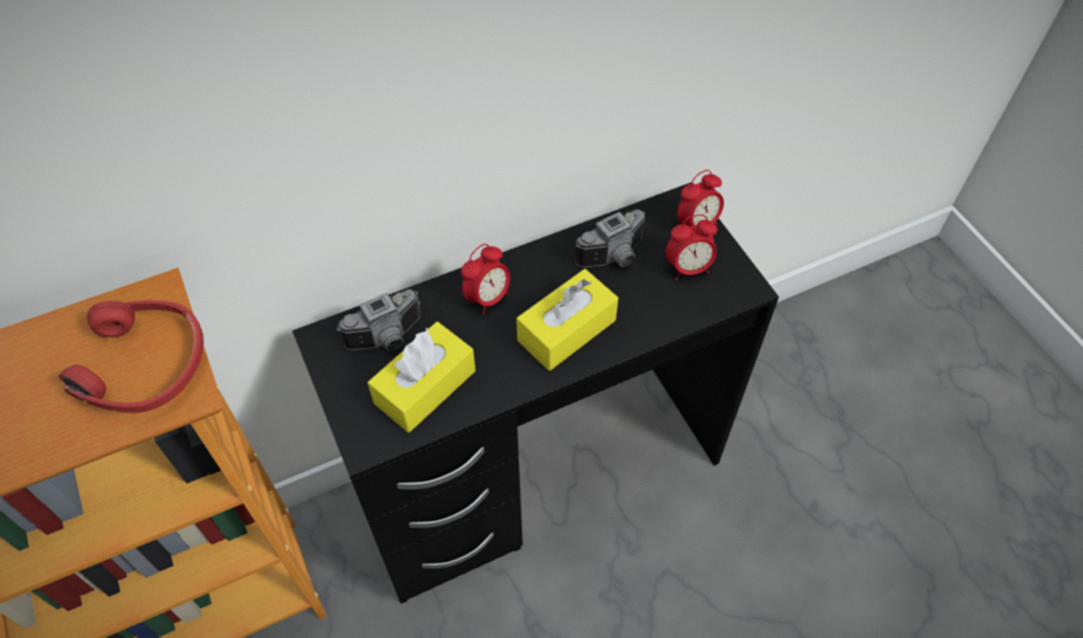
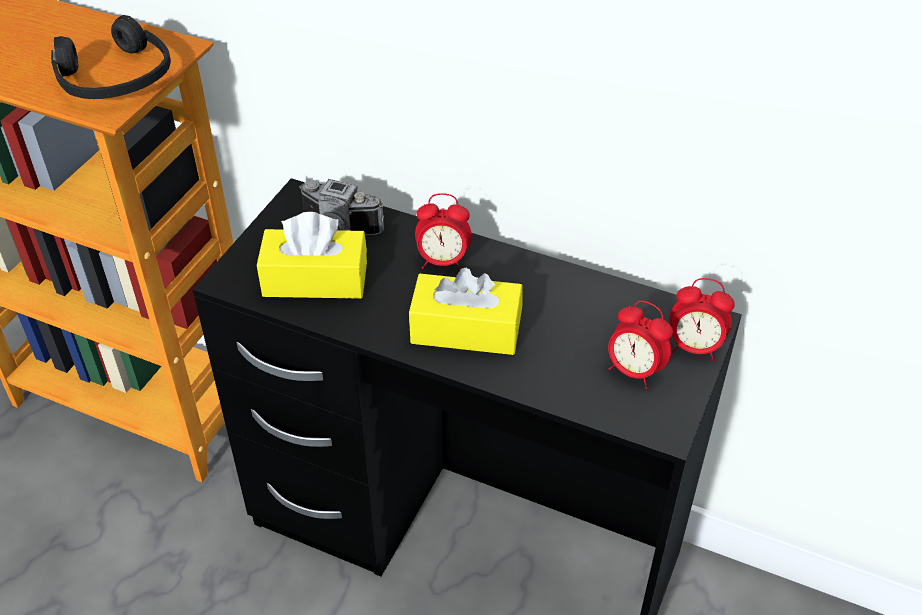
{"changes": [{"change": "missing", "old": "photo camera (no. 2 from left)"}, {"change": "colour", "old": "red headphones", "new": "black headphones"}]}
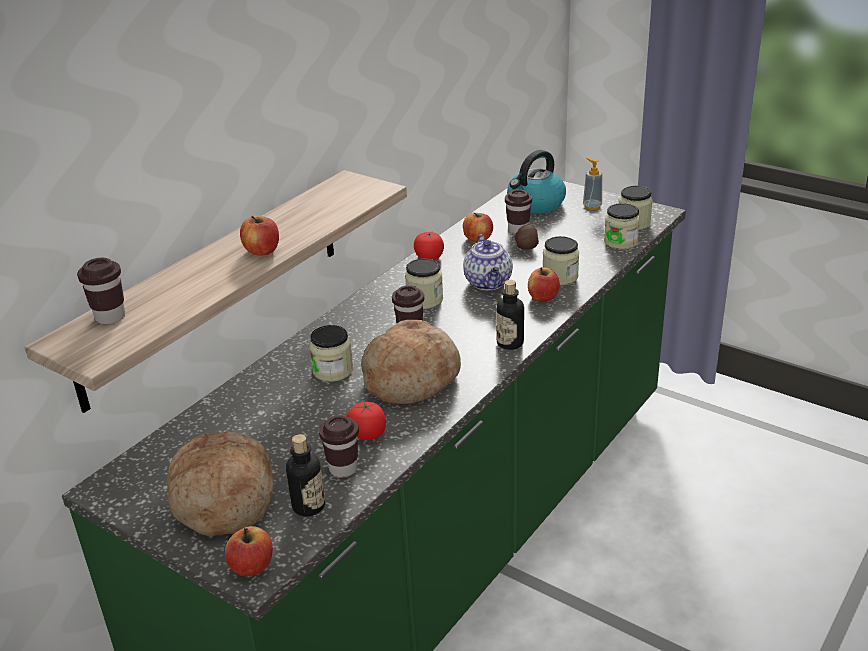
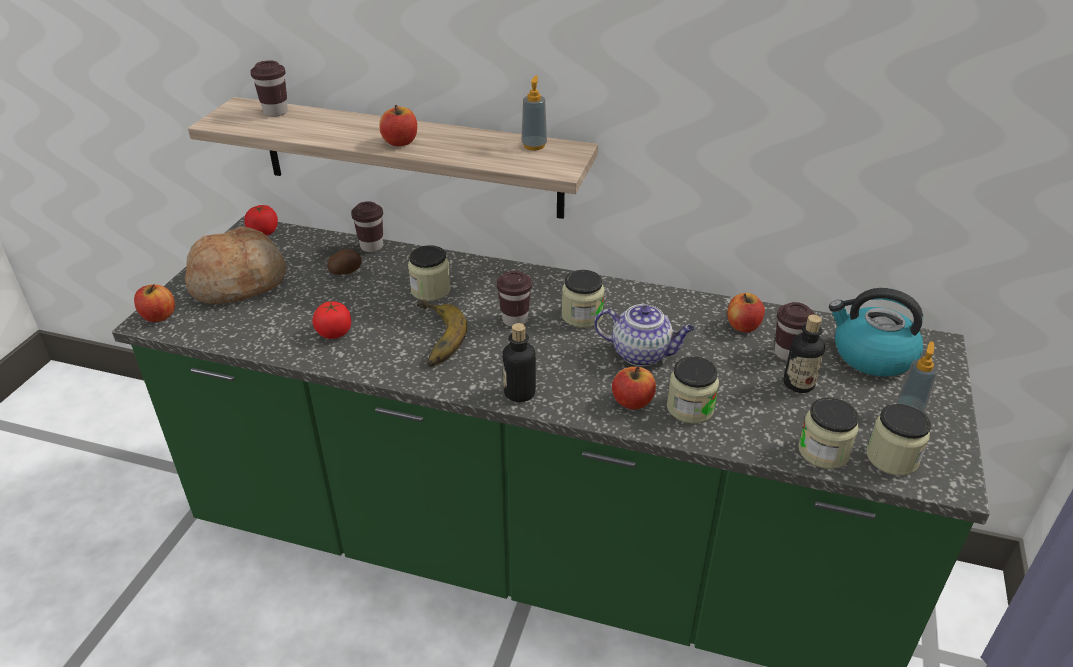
{"changes": [{"change": "relocated", "old": "potato"}, {"change": "relocated", "old": "tomato (no. 2 from left in the first image)", "new": "tomato (no. 1 from left)"}, {"change": "spun", "old": "teapot", "degrees": -135}, {"change": "exchanged", "old": "bread (no. 2 from left)", "new": "banana"}, {"change": "relocated", "old": "brown cup (no. 2 from left)"}, {"change": "relocated", "old": "bottle (no. 1 from left in the first image)", "new": "bottle (no. 2 from left)"}, {"change": "appeared", "new": "soap dispenser (no. 1 from left)"}]}
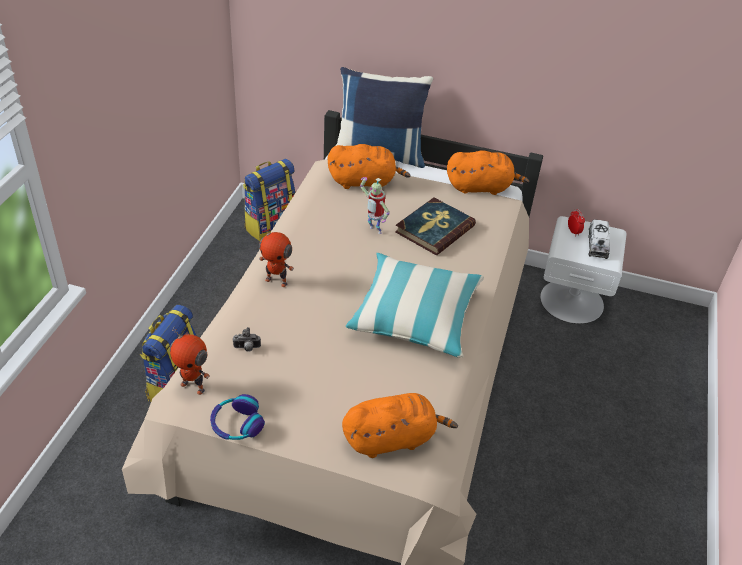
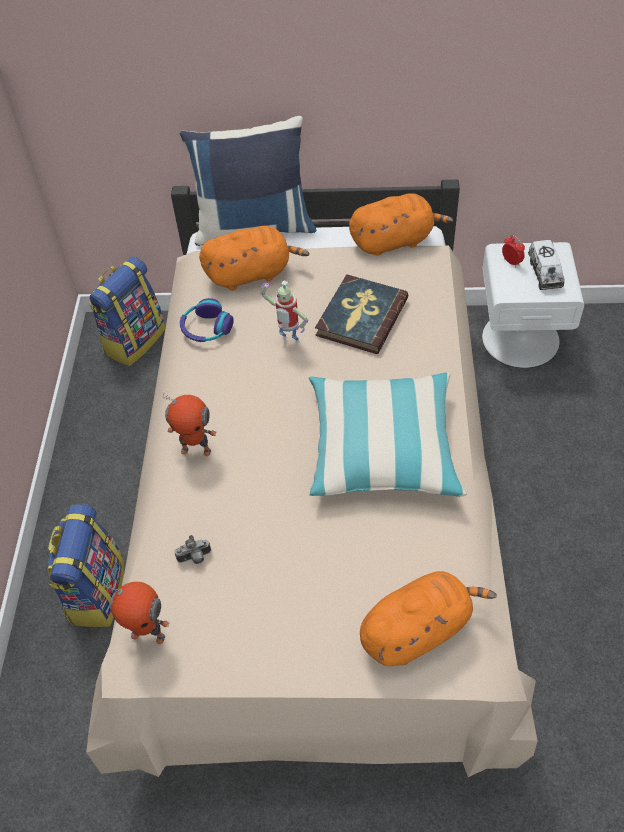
{"changes": [{"change": "relocated", "old": "headphones"}]}
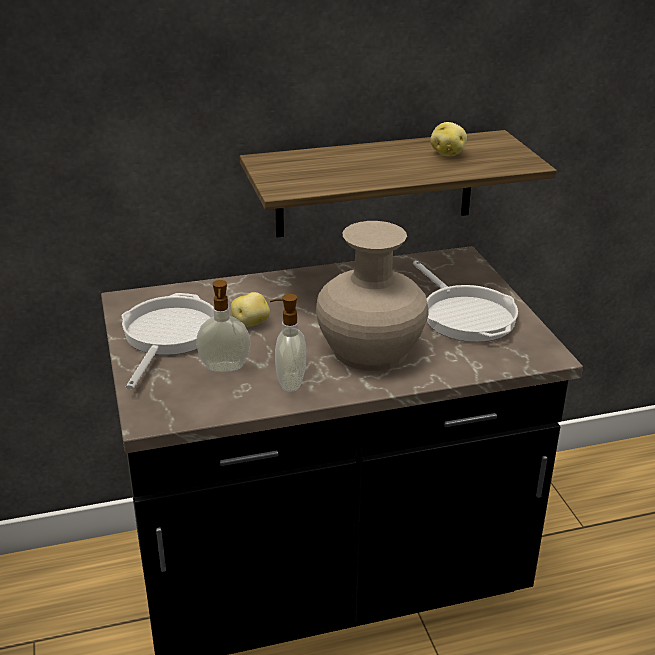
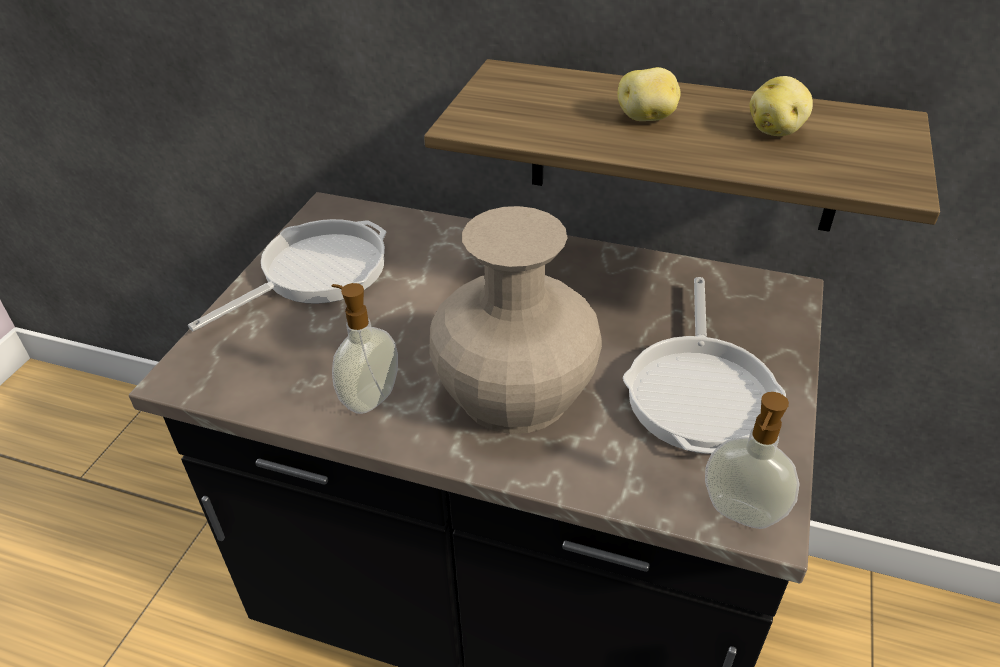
{"changes": [{"change": "relocated", "old": "soap dispenser (no. 1 from left in the first image)", "new": "soap dispenser (no. 2 from left)"}, {"change": "relocated", "old": "potato (no. 1 from left)"}]}
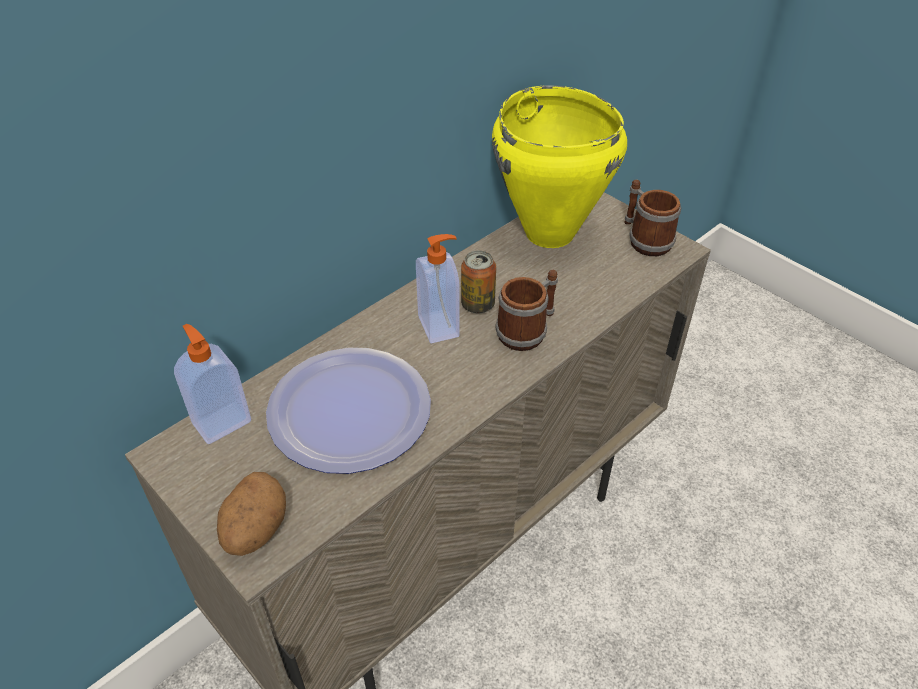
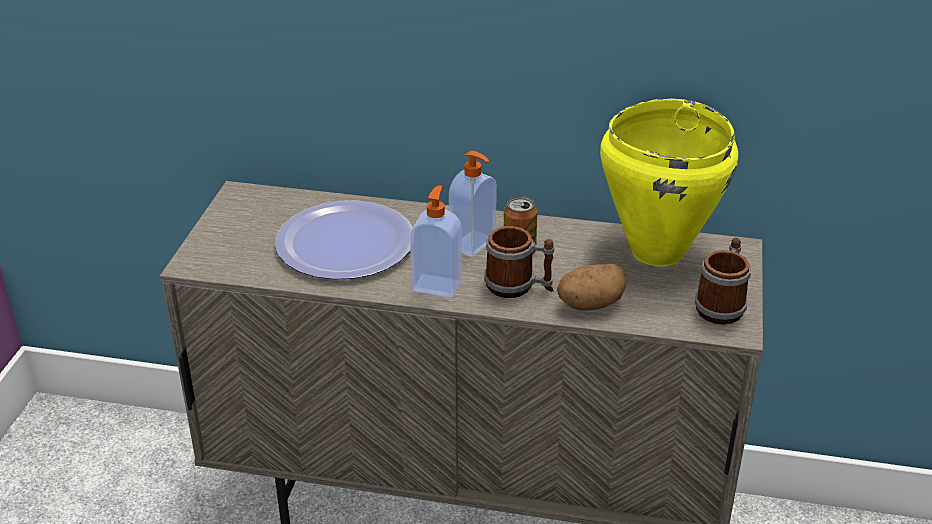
{"changes": [{"change": "relocated", "old": "soap dispenser (no. 1 from left)"}, {"change": "relocated", "old": "potato"}]}
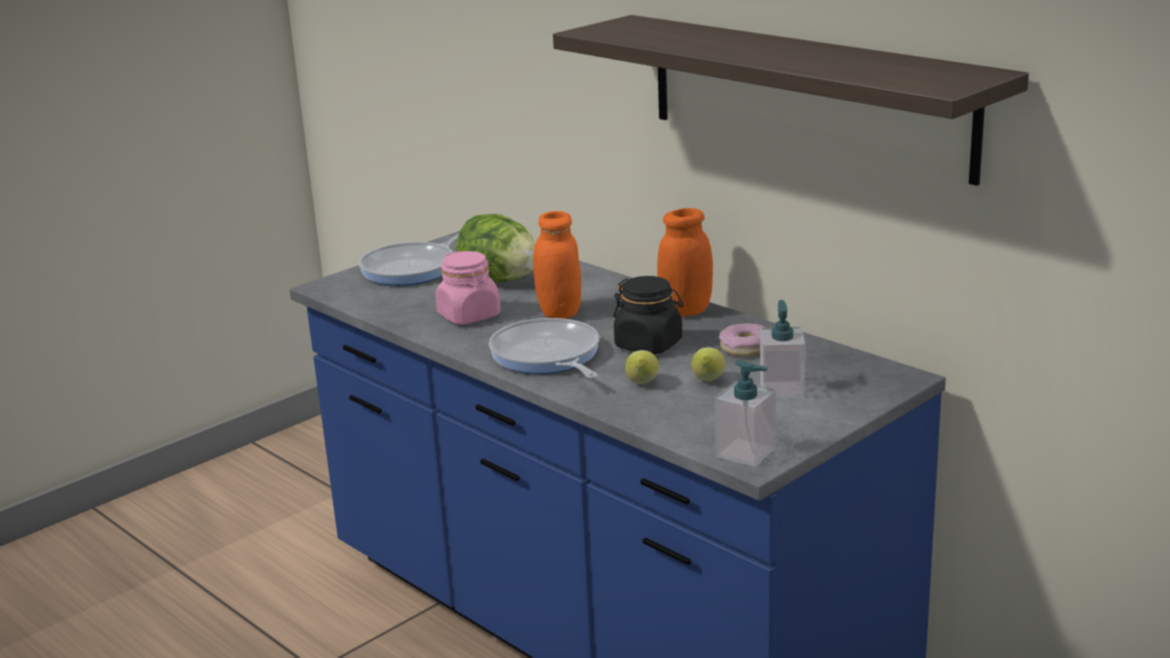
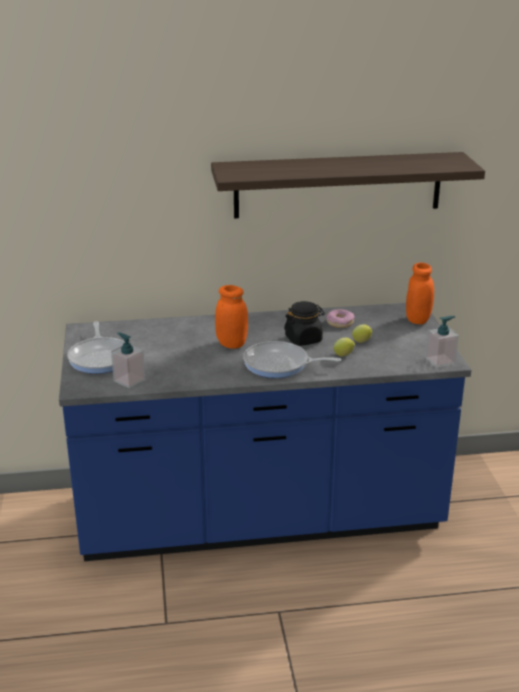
{"changes": [{"change": "relocated", "old": "orange jar (no. 2 from left)"}, {"change": "missing", "old": "lettuce"}, {"change": "missing", "old": "pink jar"}, {"change": "relocated", "old": "soap dispenser (no. 2 from left in the first image)", "new": "soap dispenser (no. 1 from left)"}]}
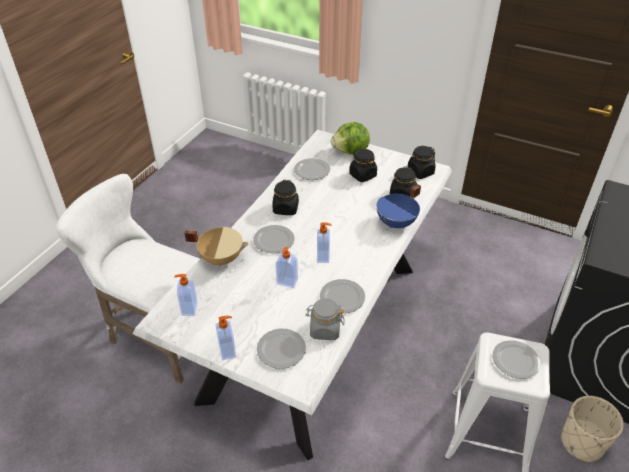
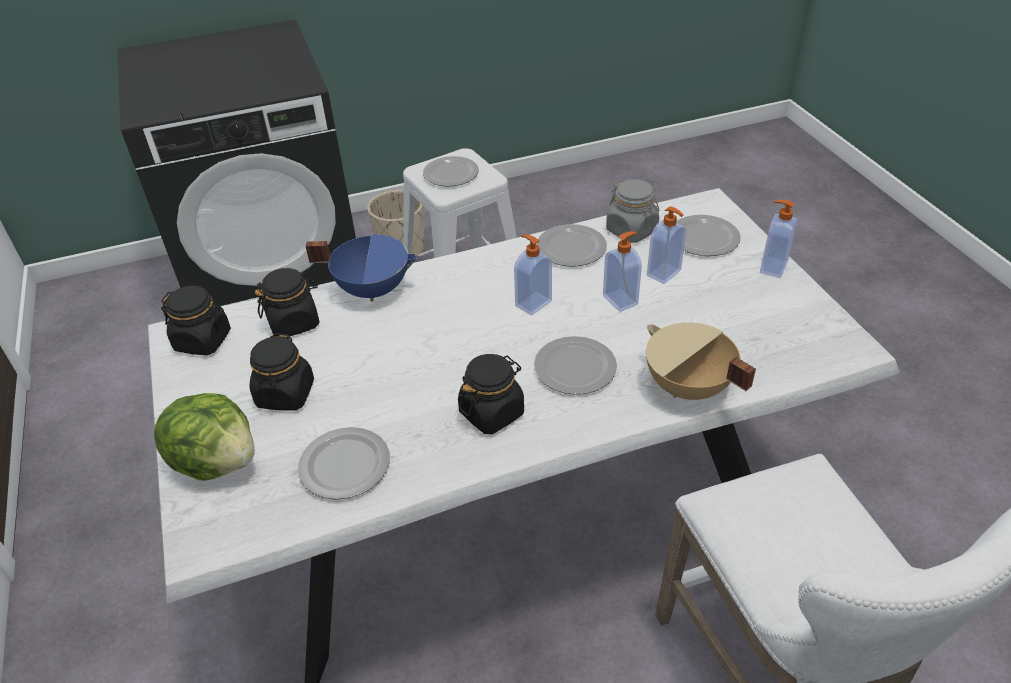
{"changes": [{"change": "relocated", "old": "soap dispenser (no. 1 from left in the first image)", "new": "soap dispenser (no. 3 from left)"}]}
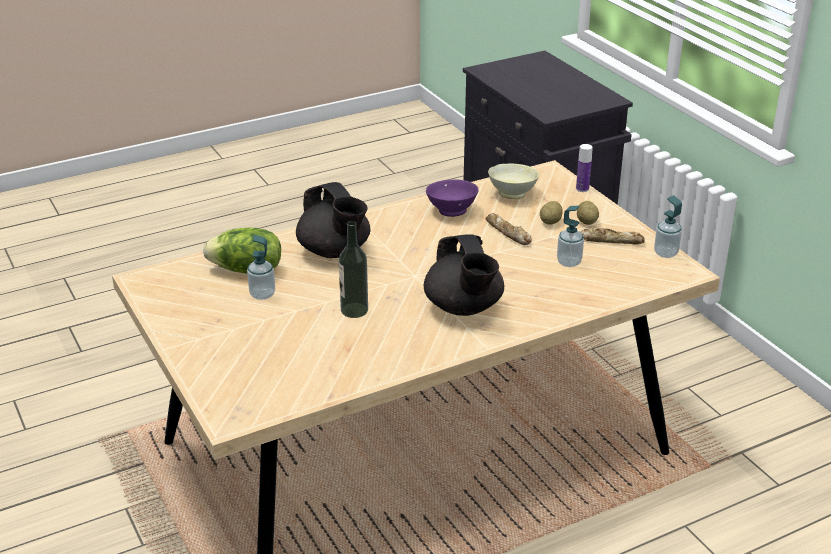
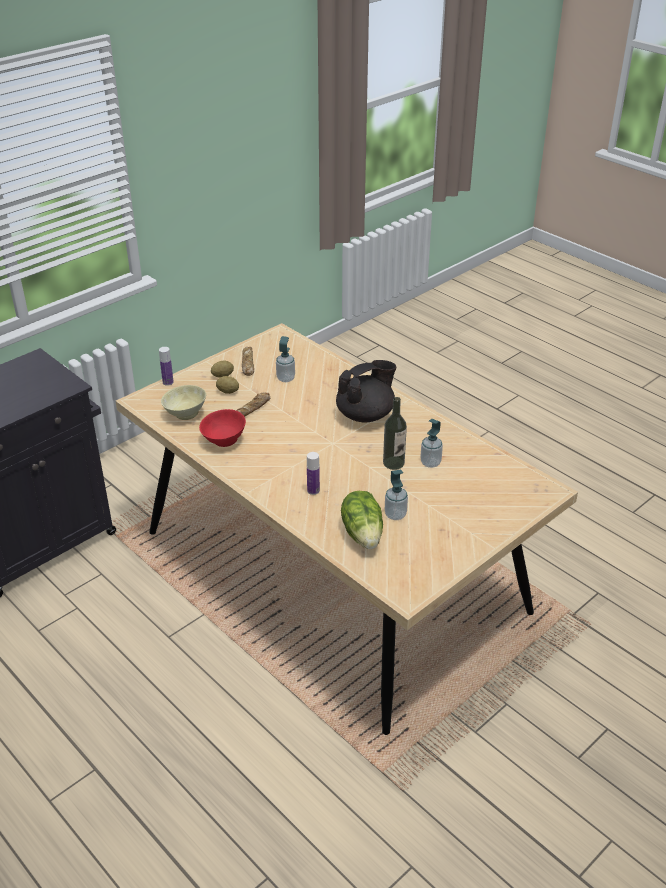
{"changes": [{"change": "colour", "old": "purple bowl", "new": "red bowl"}, {"change": "exchanged", "old": "black teapot (no. 1 from left)", "new": "bottle (no. 2 from left)"}, {"change": "relocated", "old": "soap dispenser (no. 3 from left)"}]}
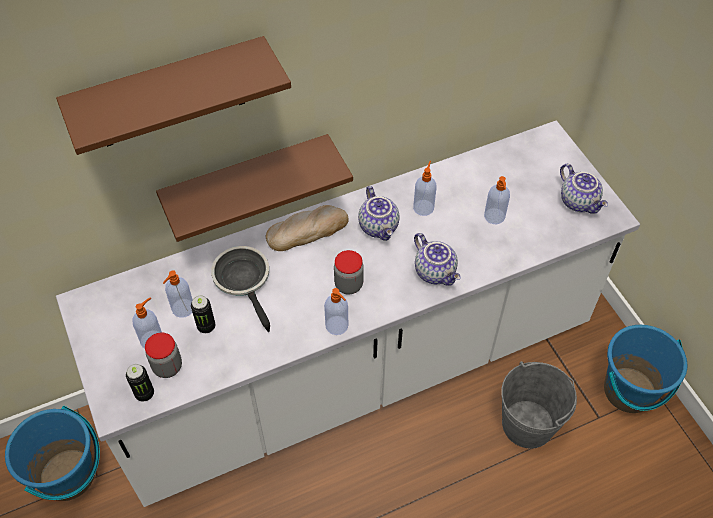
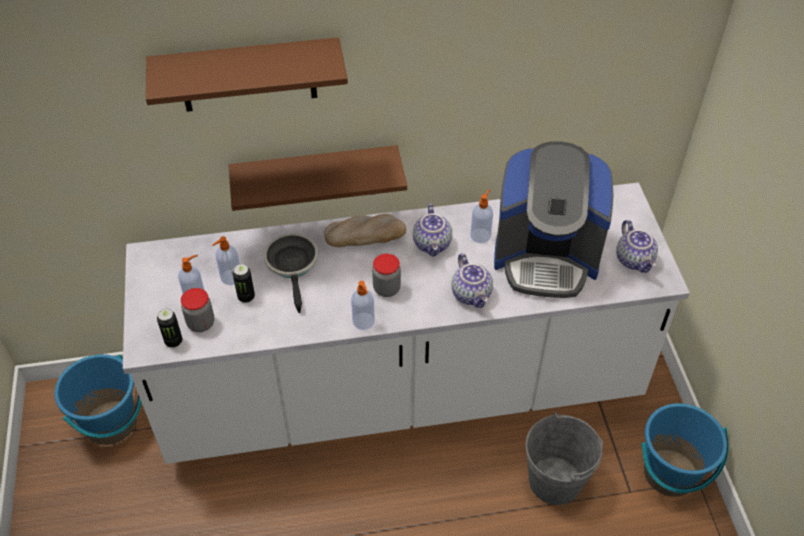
{"changes": [{"change": "exchanged", "old": "soap dispenser (no. 5 from left)", "new": "coffee machine"}]}
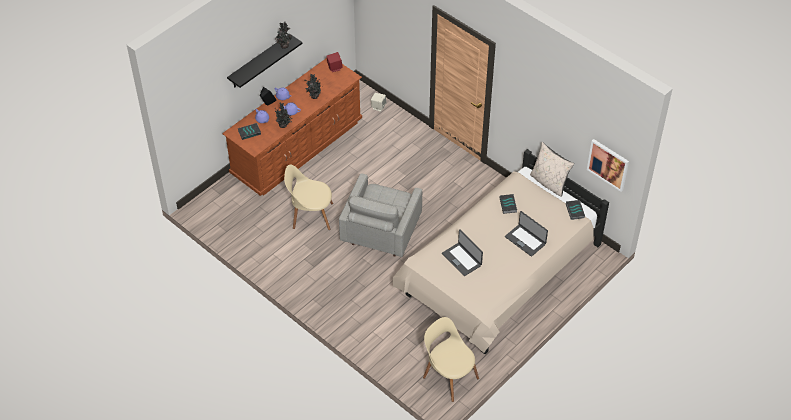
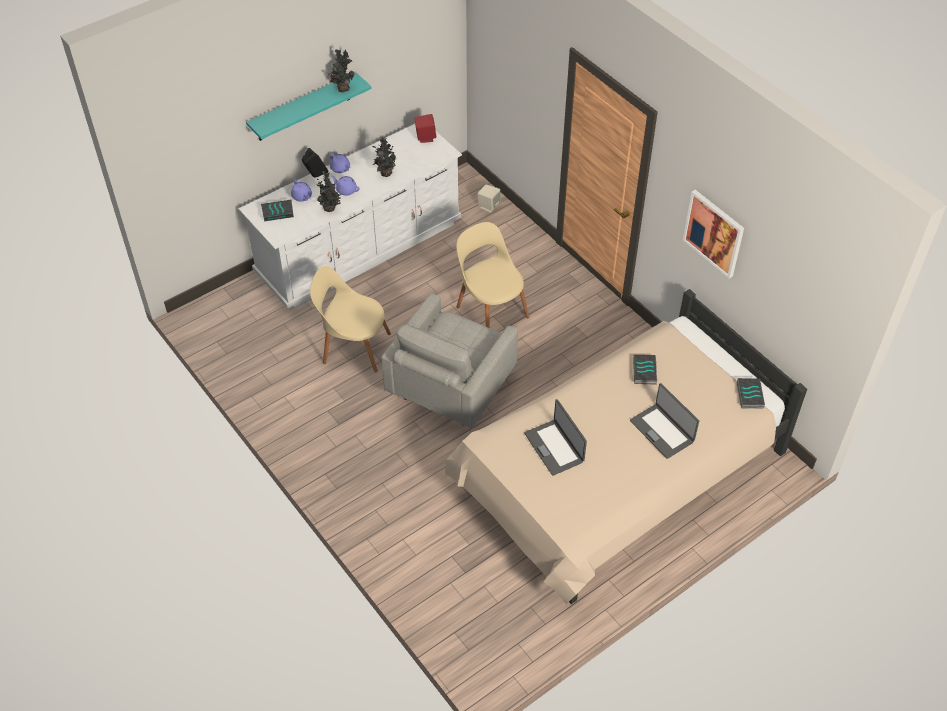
{"changes": [{"change": "colour", "old": "black shelf", "new": "turquoise shelf"}, {"change": "colour", "old": "brown dresser", "new": "white dresser"}, {"change": "relocated", "old": "picture"}, {"change": "missing", "old": "beige pillow"}, {"change": "relocated", "old": "beige chair (no. 2 from left)"}]}
